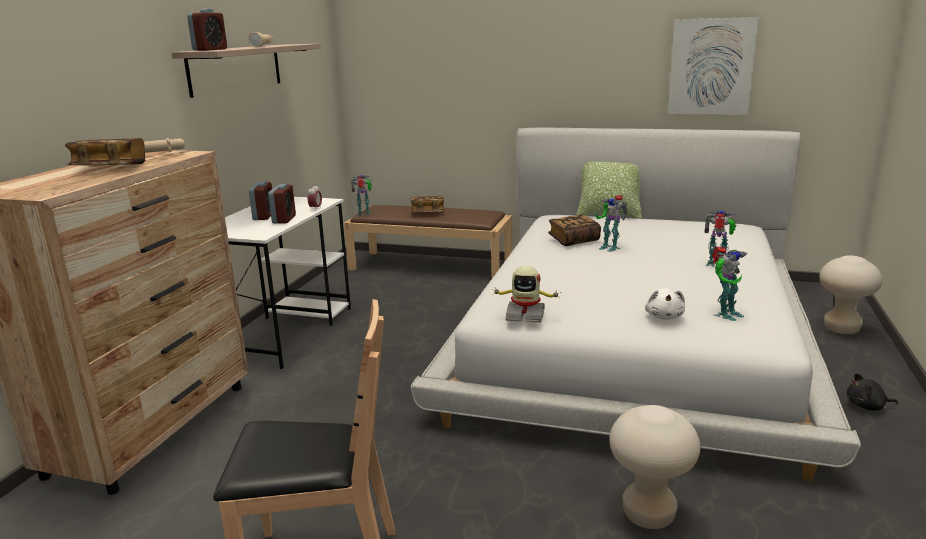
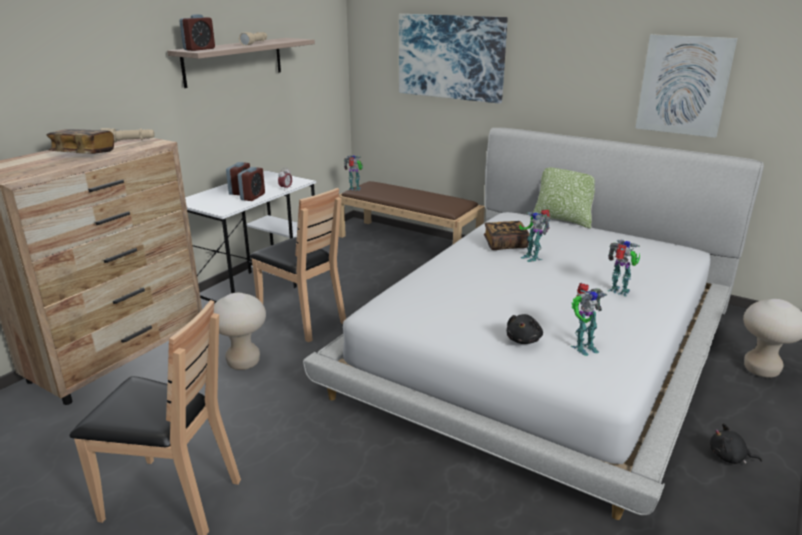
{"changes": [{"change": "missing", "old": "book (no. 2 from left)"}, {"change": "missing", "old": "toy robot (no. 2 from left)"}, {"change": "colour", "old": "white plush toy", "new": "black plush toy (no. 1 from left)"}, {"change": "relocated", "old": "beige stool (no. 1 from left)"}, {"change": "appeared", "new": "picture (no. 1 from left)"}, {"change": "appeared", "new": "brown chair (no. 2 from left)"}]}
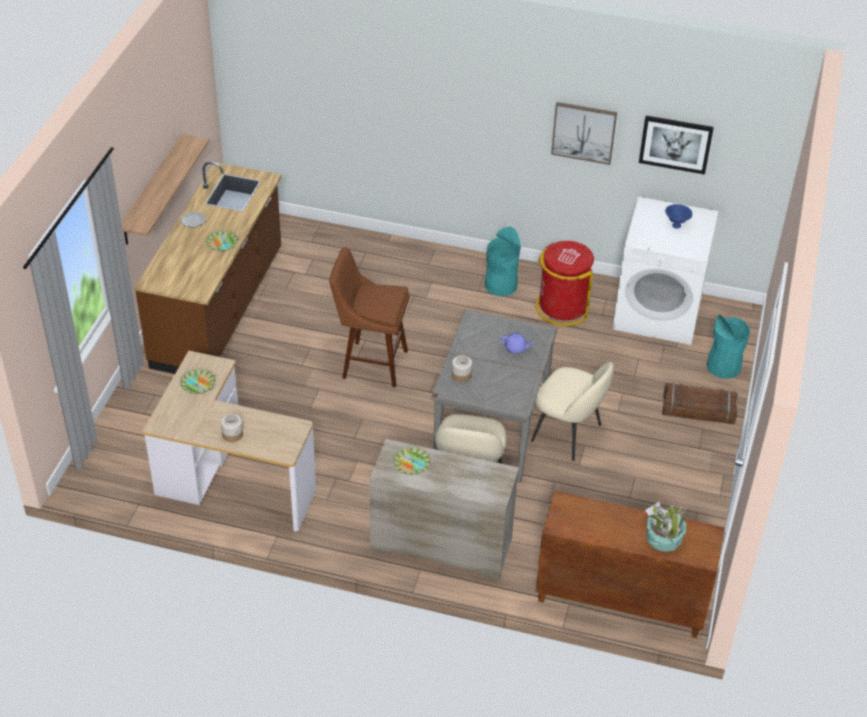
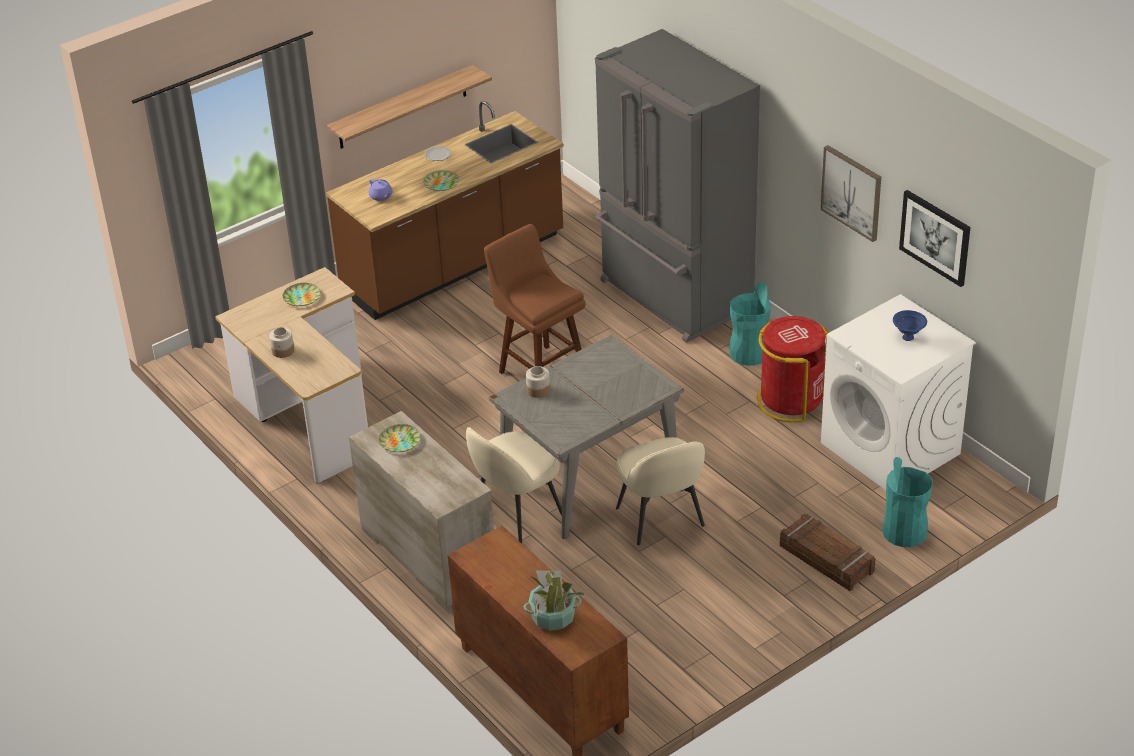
{"changes": [{"change": "relocated", "old": "purple teapot"}, {"change": "appeared", "new": "grey fridge"}]}
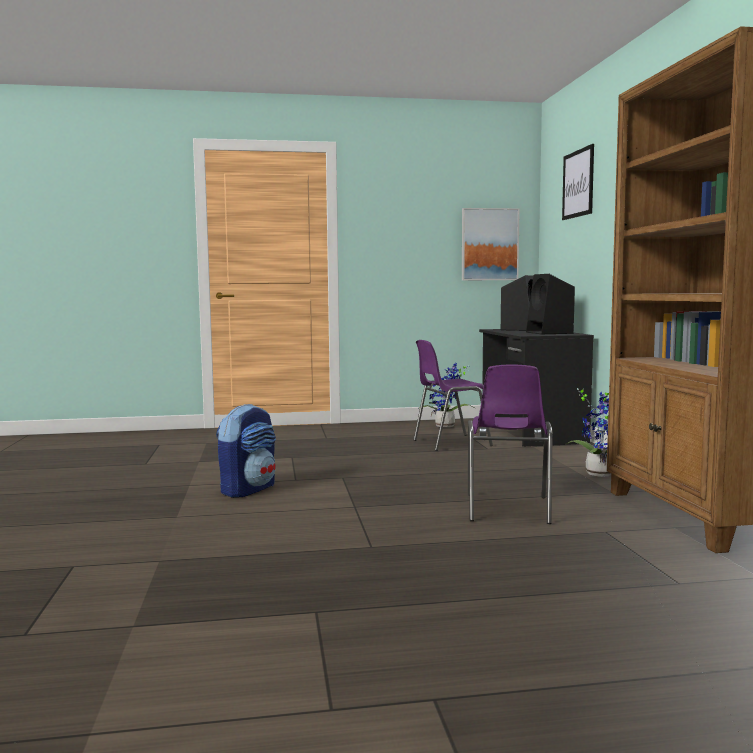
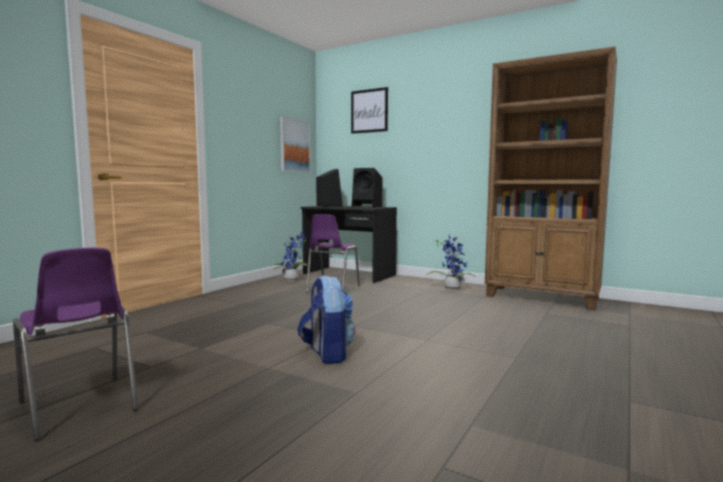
{"changes": [{"change": "relocated", "old": "purple chair (no. 2 from left in the first image)", "new": "purple chair (no. 1 from left)"}]}
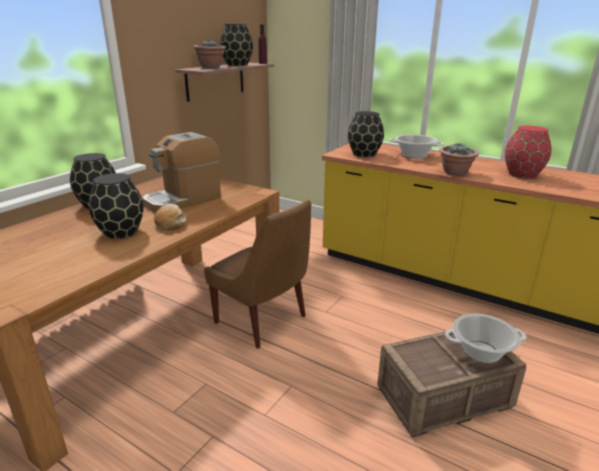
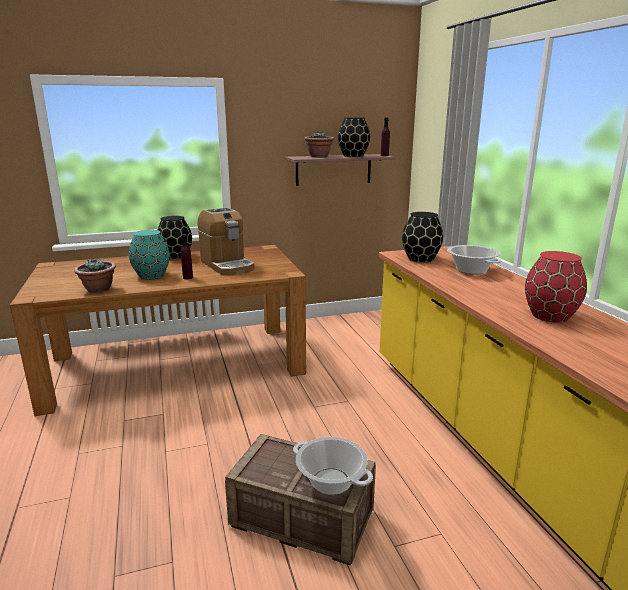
{"changes": [{"change": "spun", "old": "coffee machine", "degrees": -120}, {"change": "relocated", "old": "potted plant (no. 2 from left in the first image)", "new": "potted plant (no. 1 from left)"}, {"change": "colour", "old": "black vase (no. 2 from left)", "new": "turquoise vase"}, {"change": "missing", "old": "brown chair"}, {"change": "exchanged", "old": "bread", "new": "purple bottle (no. 1 from left)"}]}
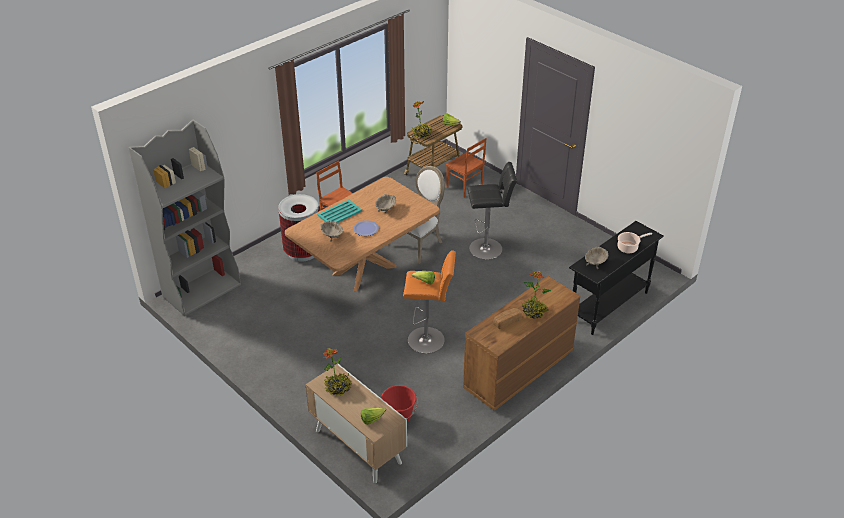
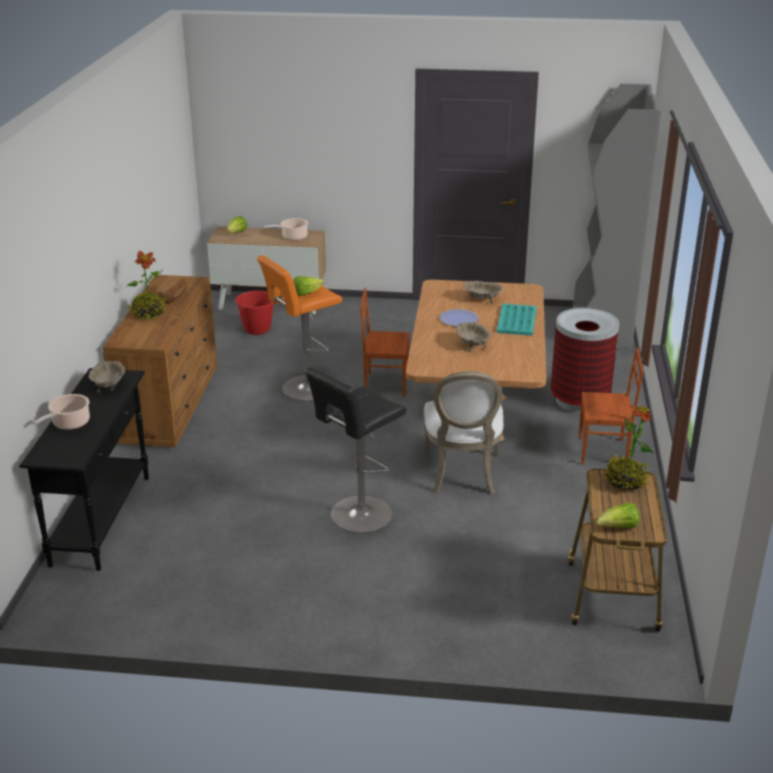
{"changes": [{"change": "relocated", "old": "brown chair (no. 2 from left in the first image)", "new": "brown chair (no. 1 from left)"}, {"change": "exchanged", "old": "potted plant (no. 1 from left)", "new": "cooking pot (no. 2 from left)"}]}
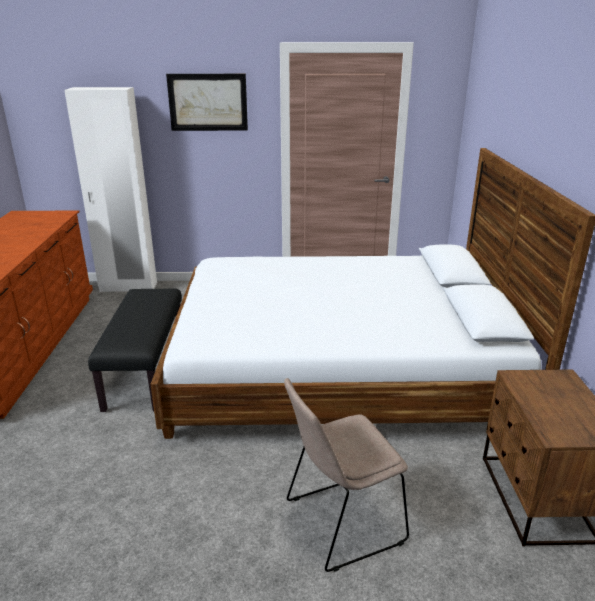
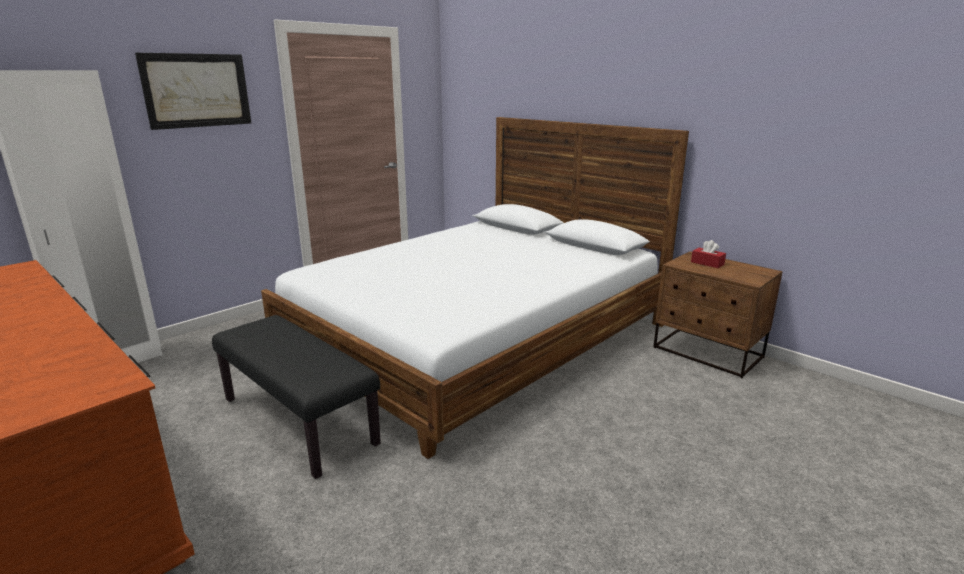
{"changes": [{"change": "missing", "old": "beige chair"}, {"change": "appeared", "new": "red tissue box"}]}
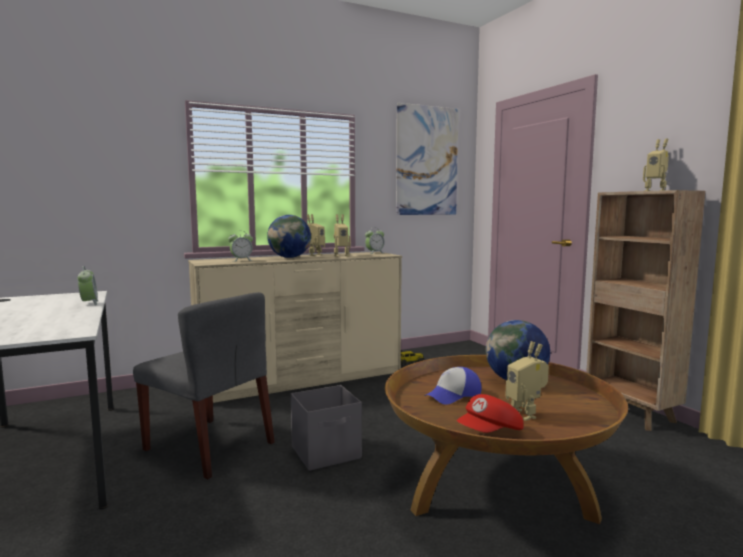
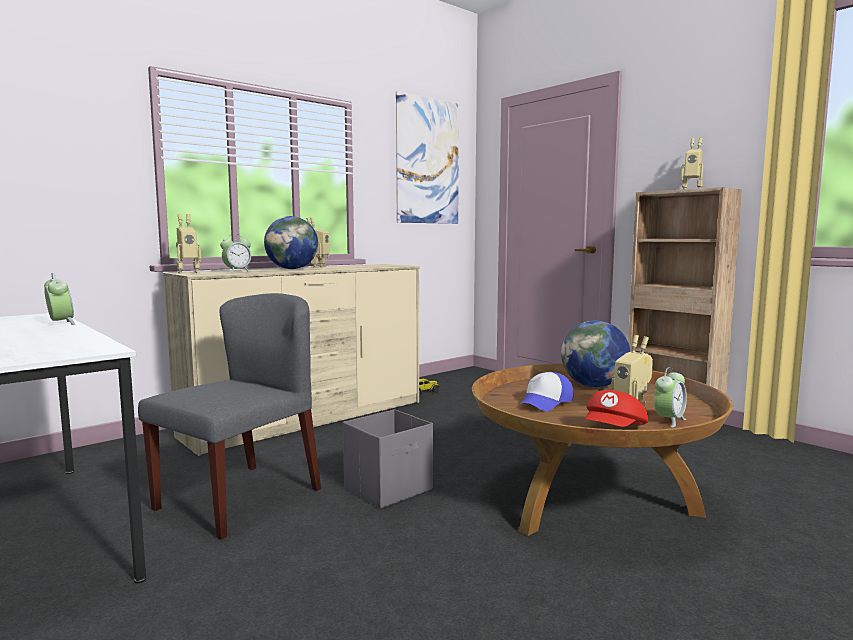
{"changes": [{"change": "relocated", "old": "toy robot (no. 2 from left in the first image)", "new": "toy robot (no. 1 from left)"}, {"change": "relocated", "old": "alarm clock (no. 3 from left)"}, {"change": "spun", "old": "grey chair", "degrees": -75}]}
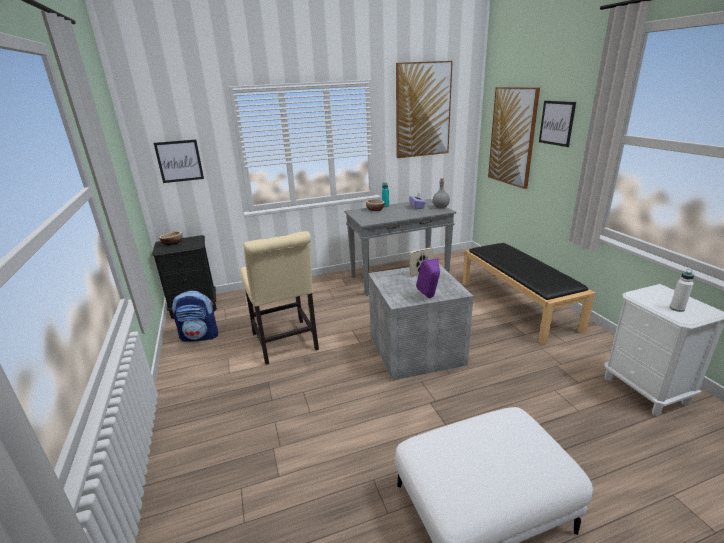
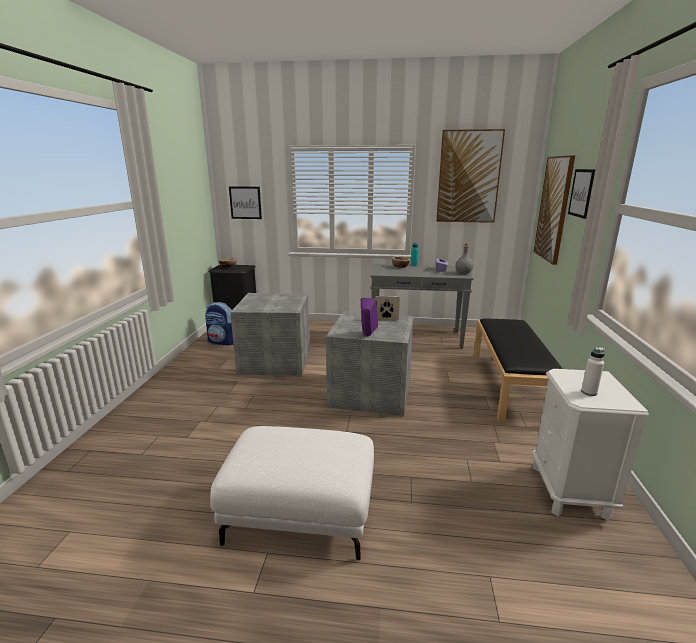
{"changes": [{"change": "exchanged", "old": "beige chair", "new": "grey storage box (no. 1 from left)"}]}
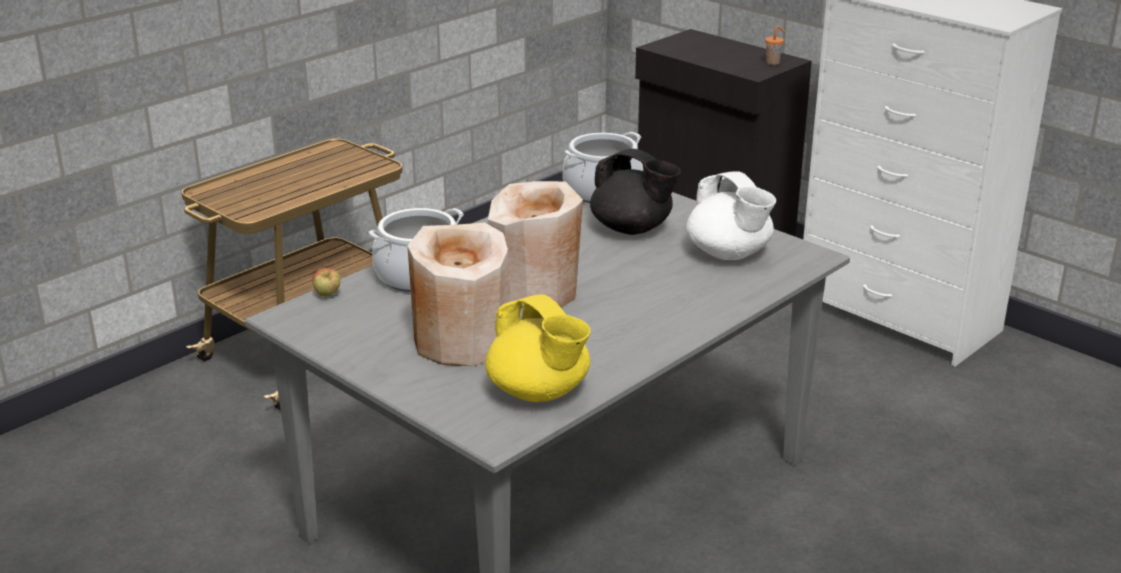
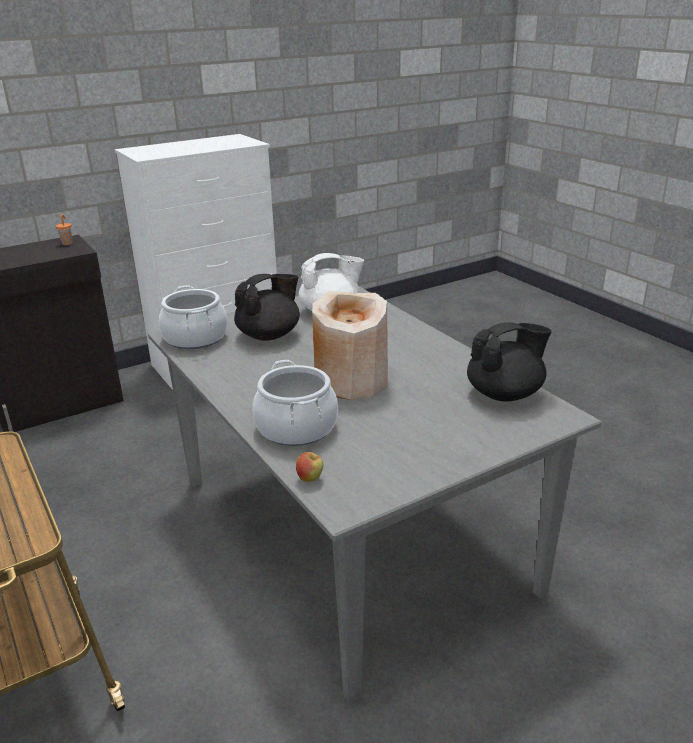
{"changes": [{"change": "missing", "old": "beige vase (no. 1 from left)"}, {"change": "colour", "old": "yellow teapot", "new": "black teapot (no. 2 from left)"}]}
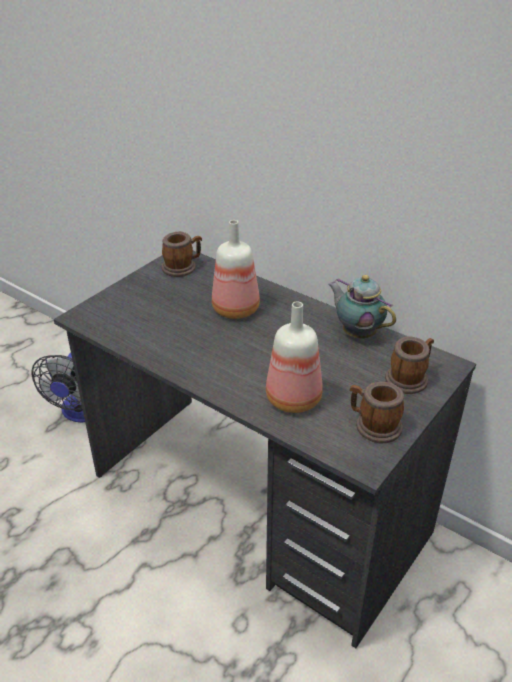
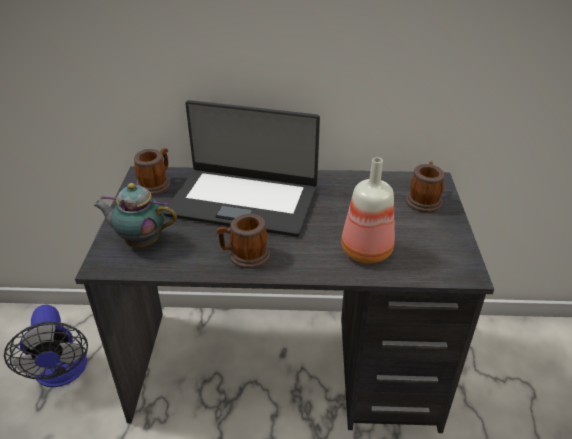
{"changes": [{"change": "exchanged", "old": "bottle (no. 1 from left)", "new": "laptop"}, {"change": "relocated", "old": "teapot"}, {"change": "relocated", "old": "mug (no. 2 from left)"}]}
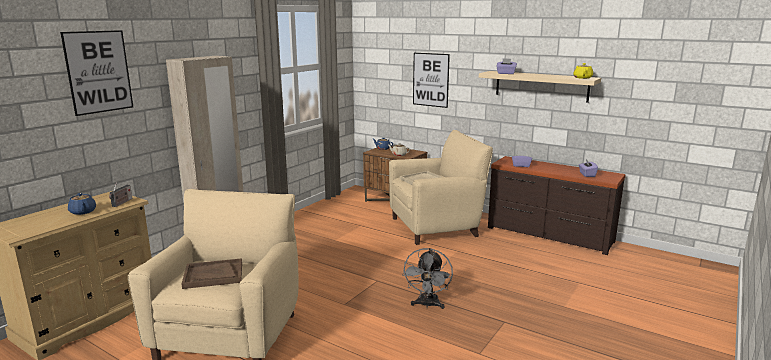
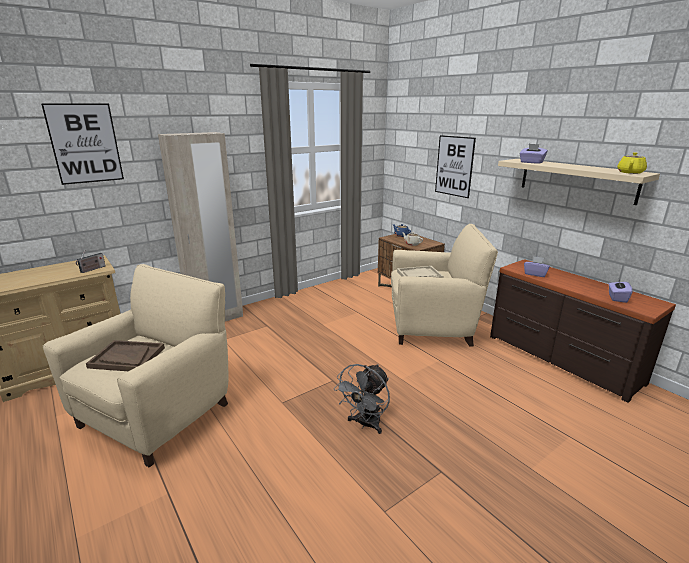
{"changes": [{"change": "missing", "old": "blue teapot (no. 1 from left)"}]}
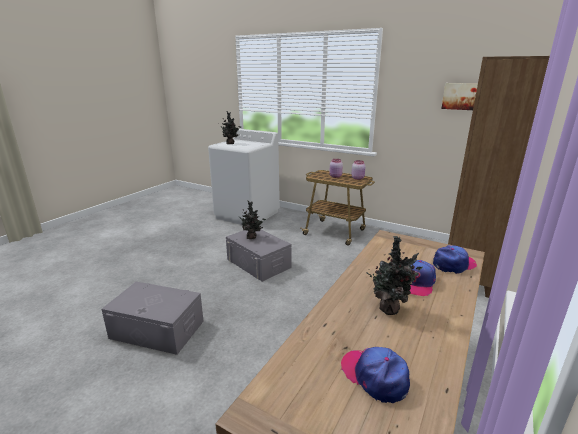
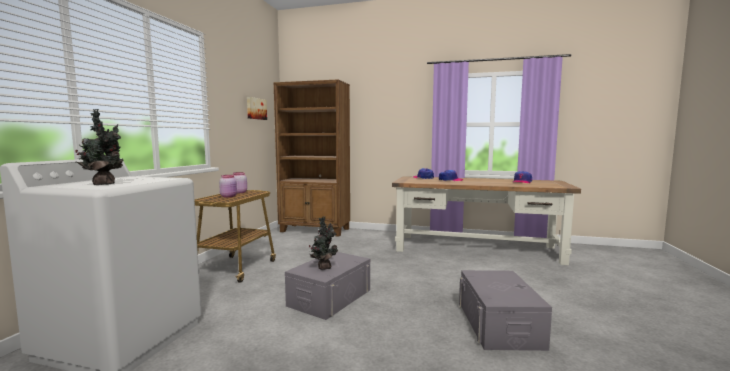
{"changes": [{"change": "missing", "old": "potted plant (no. 3 from left)"}]}
